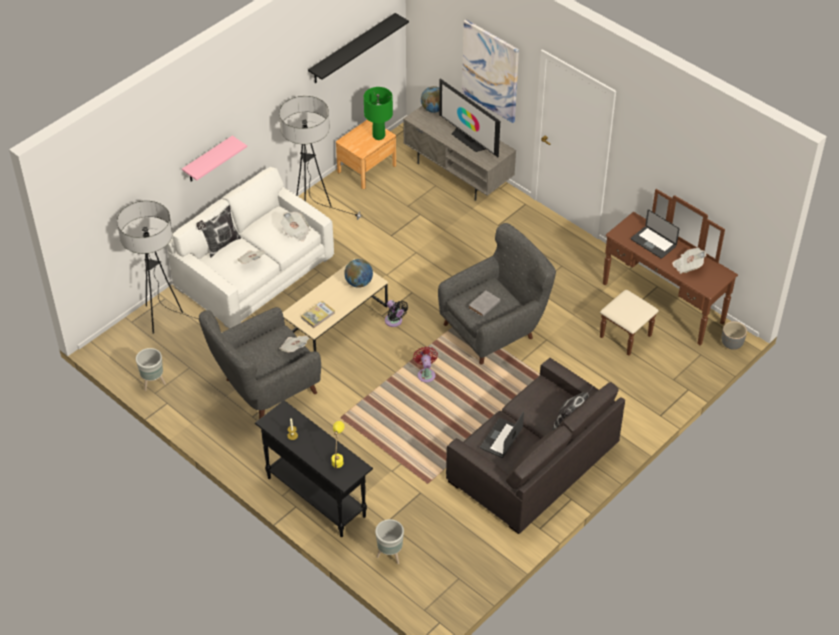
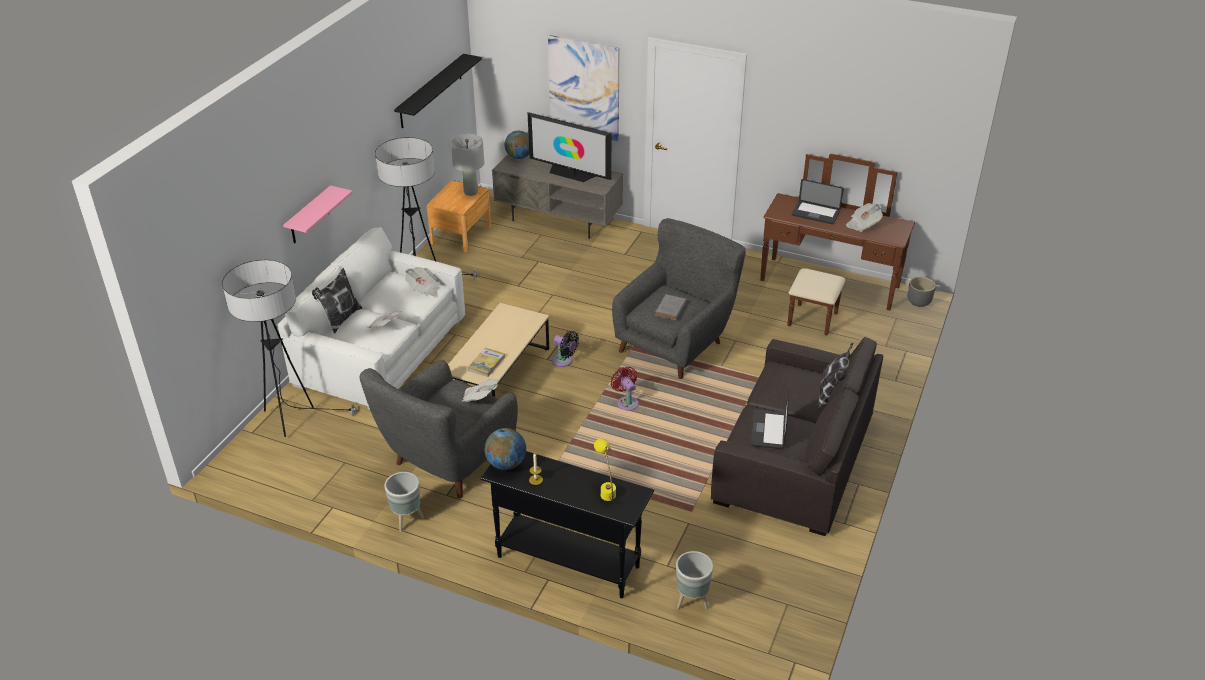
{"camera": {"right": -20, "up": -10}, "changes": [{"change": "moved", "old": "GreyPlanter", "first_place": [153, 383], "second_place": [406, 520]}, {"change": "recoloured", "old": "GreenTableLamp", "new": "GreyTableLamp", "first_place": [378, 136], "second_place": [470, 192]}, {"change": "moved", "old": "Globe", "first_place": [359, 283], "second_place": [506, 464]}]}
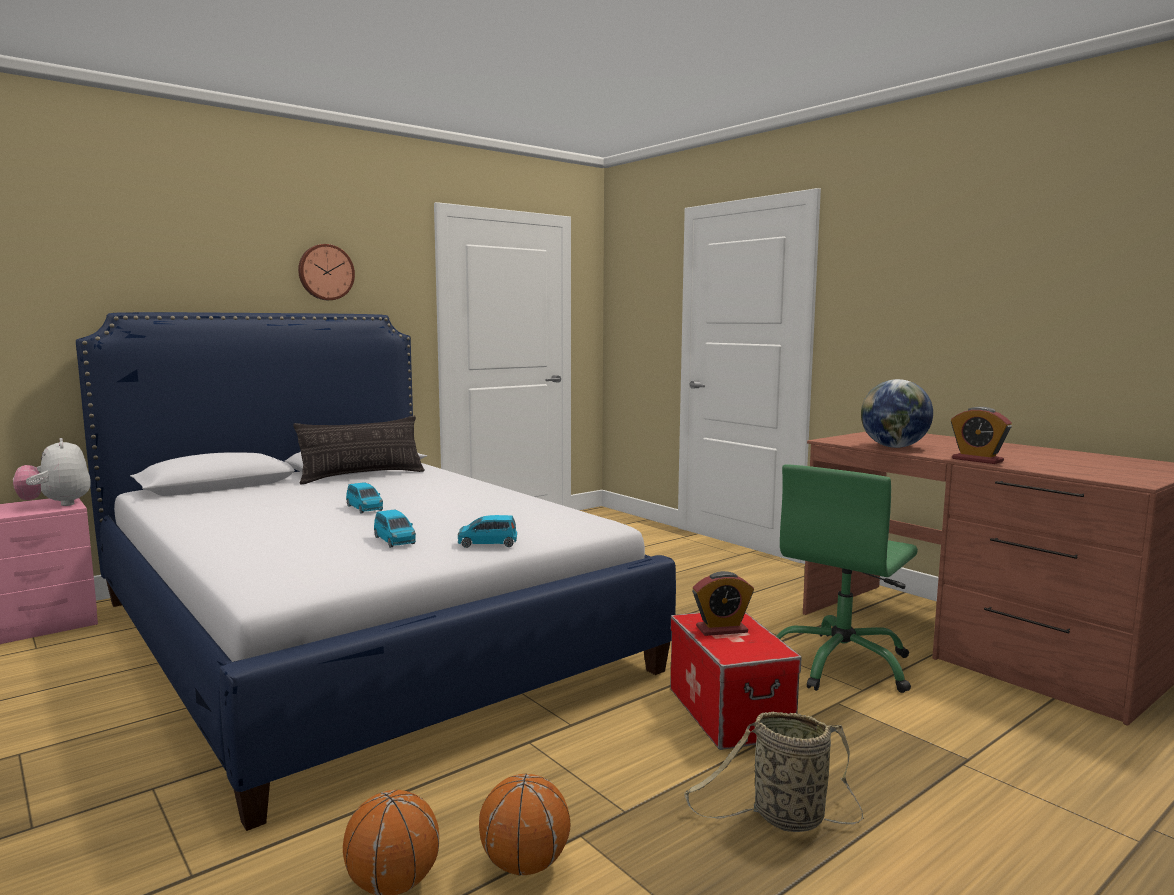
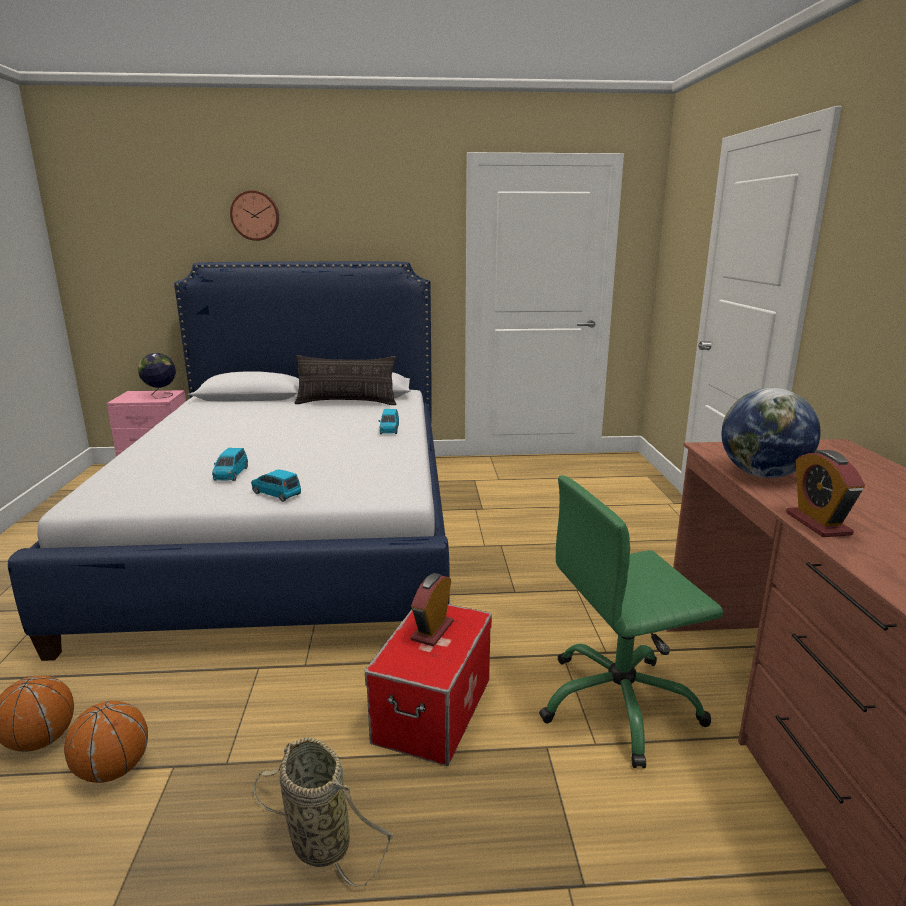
{"camera": {"right": 35, "up": 10}, "changes": [{"change": "replaced", "old": "PlushToy", "new": "Globe", "first_place": [56, 504], "second_place": [160, 396]}, {"change": "moved", "old": "WallClock", "first_place": [325, 272], "second_place": [255, 215]}, {"change": "moved", "old": "BlueToyCar", "first_place": [364, 508], "second_place": [389, 430]}, {"change": "turned", "old": "AlarmClock", "first_place": [721, 629], "second_place": [432, 631], "degrees": 90}]}
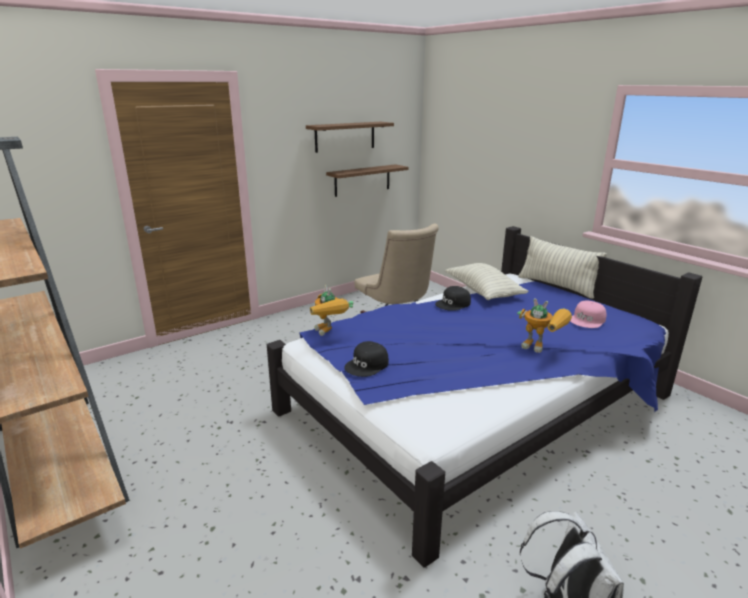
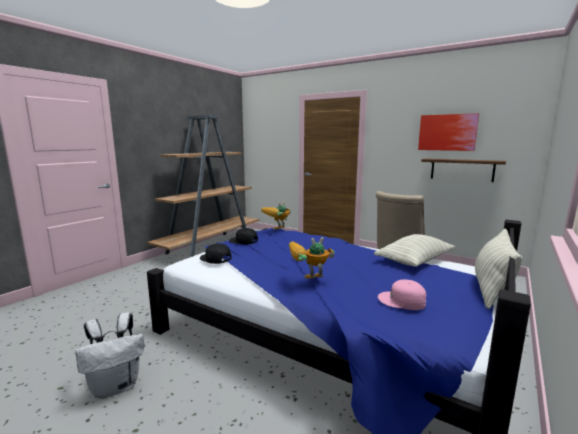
{"camera": {"right": 70, "up": -10}, "changes": [{"change": "moved", "old": "BlackCap", "first_place": [453, 304], "second_place": [215, 258]}, {"change": "turned", "old": "ToyRobot", "first_place": [542, 348], "second_place": [308, 281], "degrees": 60}, {"change": "replaced", "old": "BrownShelf", "new": "Picture", "first_place": [345, 136], "second_place": [447, 132]}]}
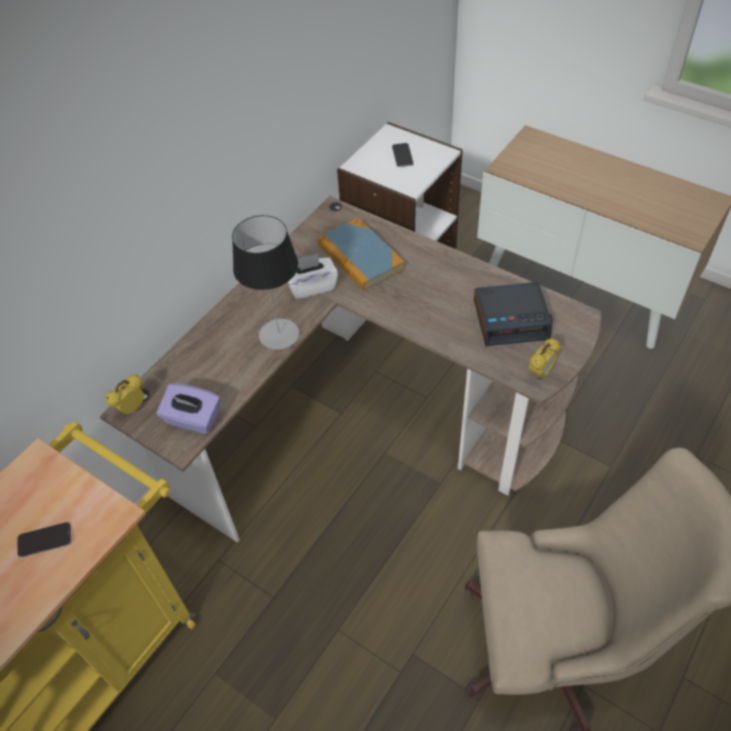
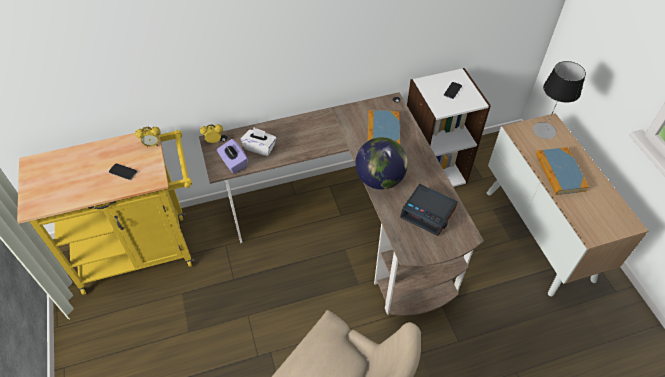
{"camera": {"right": 35, "up": 0}, "changes": [{"change": "moved", "old": "AlarmClock", "first_place": [540, 372], "second_place": [152, 145]}, {"change": "moved", "old": "WhiteTissueBox", "first_place": [312, 286], "second_place": [260, 148]}, {"change": "added", "new": "Globe", "second_place": [379, 179]}, {"change": "moved", "old": "TableLamp", "first_place": [279, 334], "second_place": [544, 130]}, {"change": "added", "new": "Book", "second_place": [560, 172]}]}
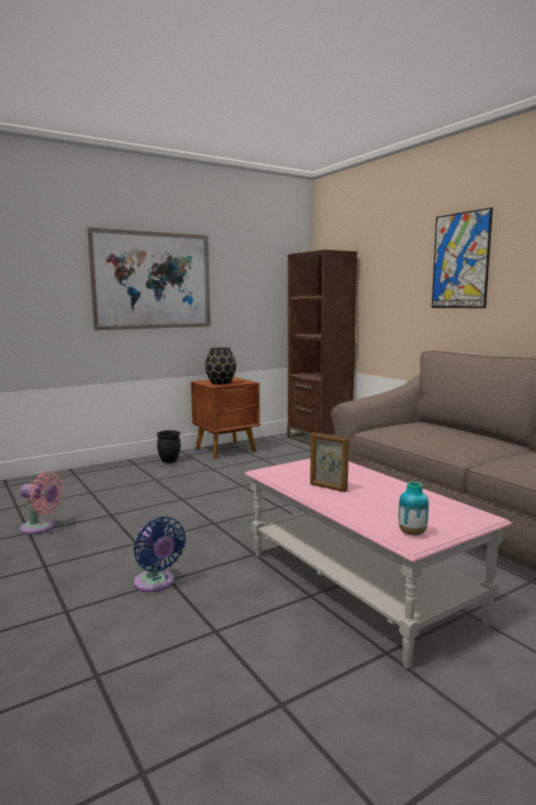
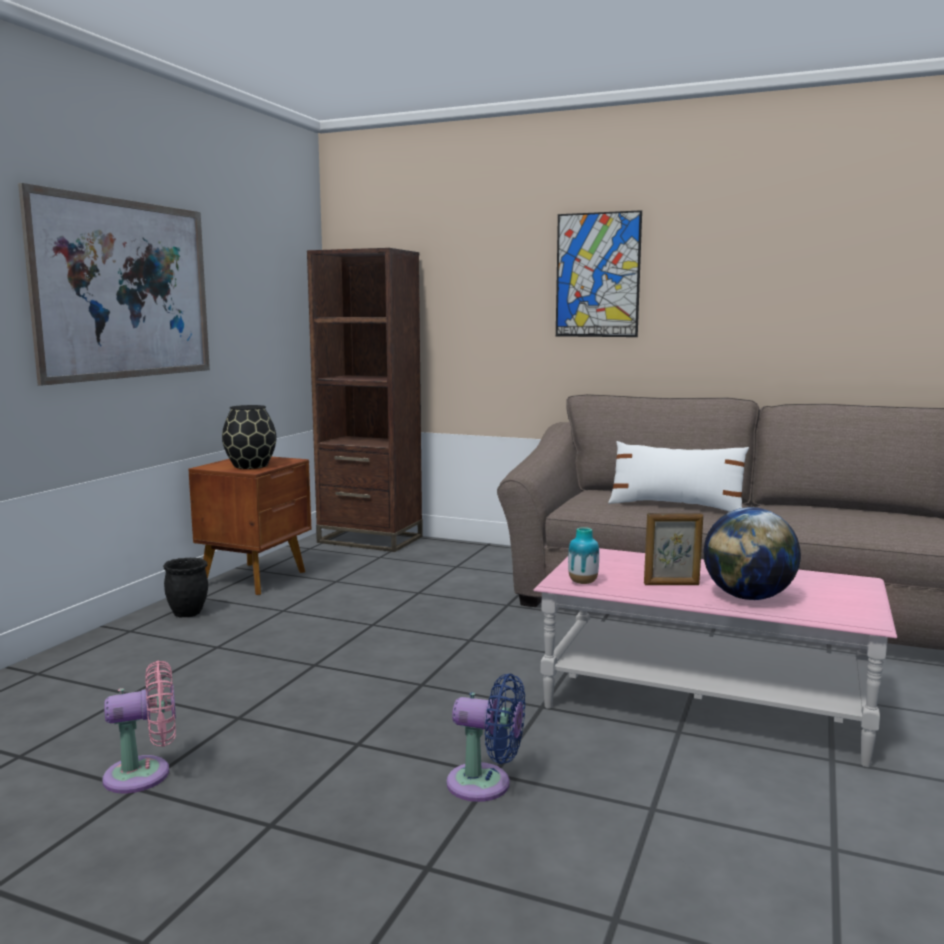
{"camera": {"right": -35, "up": 0}, "changes": [{"change": "moved", "old": "Vase", "first_place": [412, 533], "second_place": [583, 582]}, {"change": "added", "new": "WhitePillow", "second_place": [676, 506]}, {"change": "added", "new": "Globe", "second_place": [748, 597]}]}
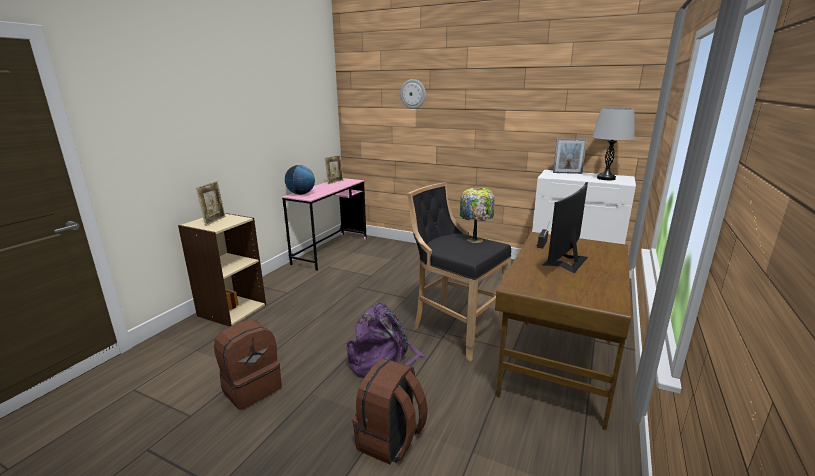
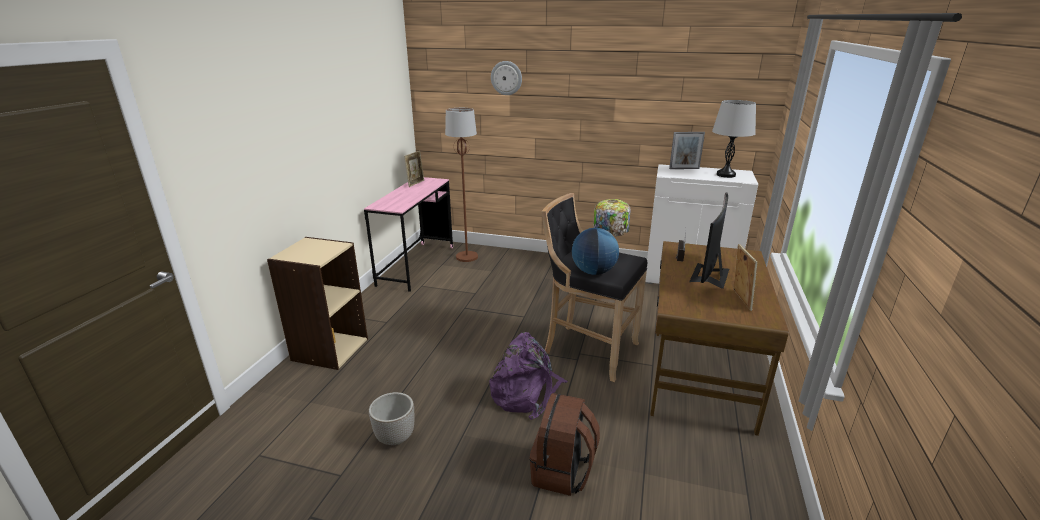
{"camera": {"right": -10, "up": 5}, "changes": [{"change": "replaced", "old": "BrownBackpack", "new": "Planter", "first_place": [251, 388], "second_place": [395, 437]}, {"change": "added", "new": "BrownFloorLamp", "second_place": [467, 257]}, {"change": "moved", "old": "Globe", "first_place": [301, 194], "second_place": [593, 272]}, {"change": "moved", "old": "PictureFrame", "first_place": [214, 221], "second_place": [740, 299]}]}
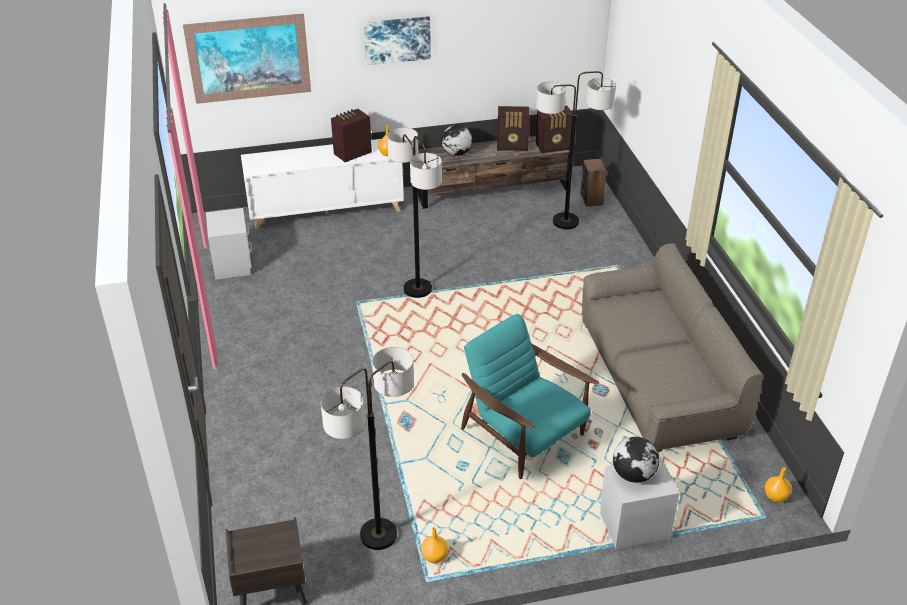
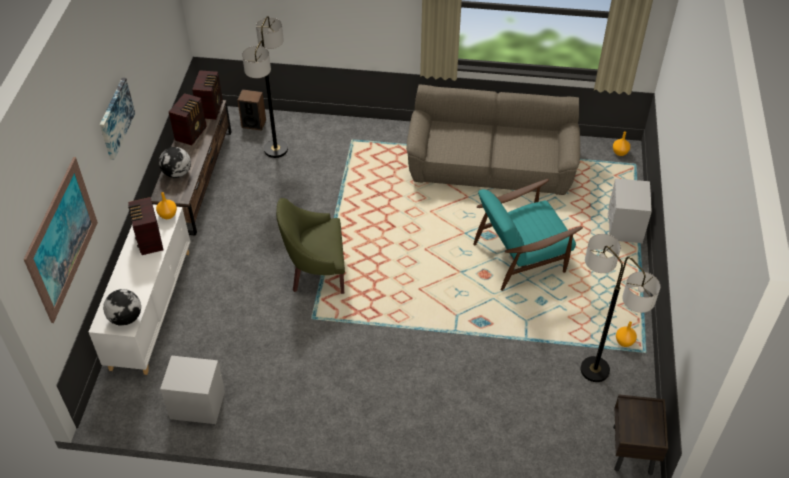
{"camera": {"right": -70, "up": 10}, "changes": [{"change": "moved", "old": "Globe", "first_place": [633, 474], "second_place": [126, 317]}, {"change": "replaced", "old": "FloorLamp", "new": "GreenArmchair", "first_place": [417, 289], "second_place": [316, 271]}]}
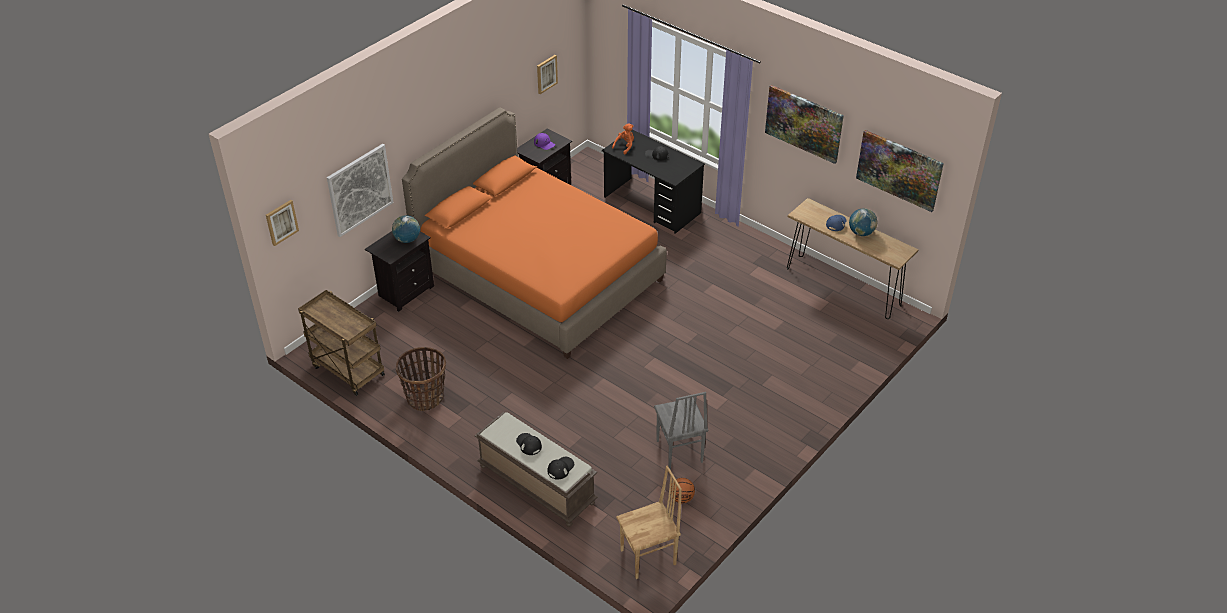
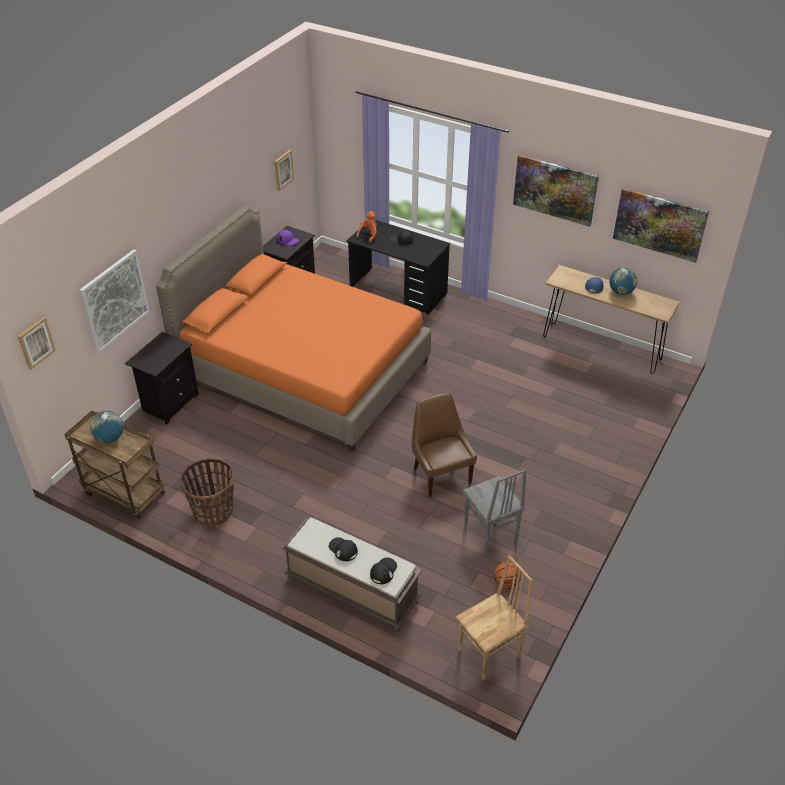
{"camera": {"right": -10, "up": 0}, "changes": [{"change": "moved", "old": "Globe", "first_place": [407, 240], "second_place": [110, 438]}, {"change": "added", "new": "BrownChair", "second_place": [441, 475]}]}
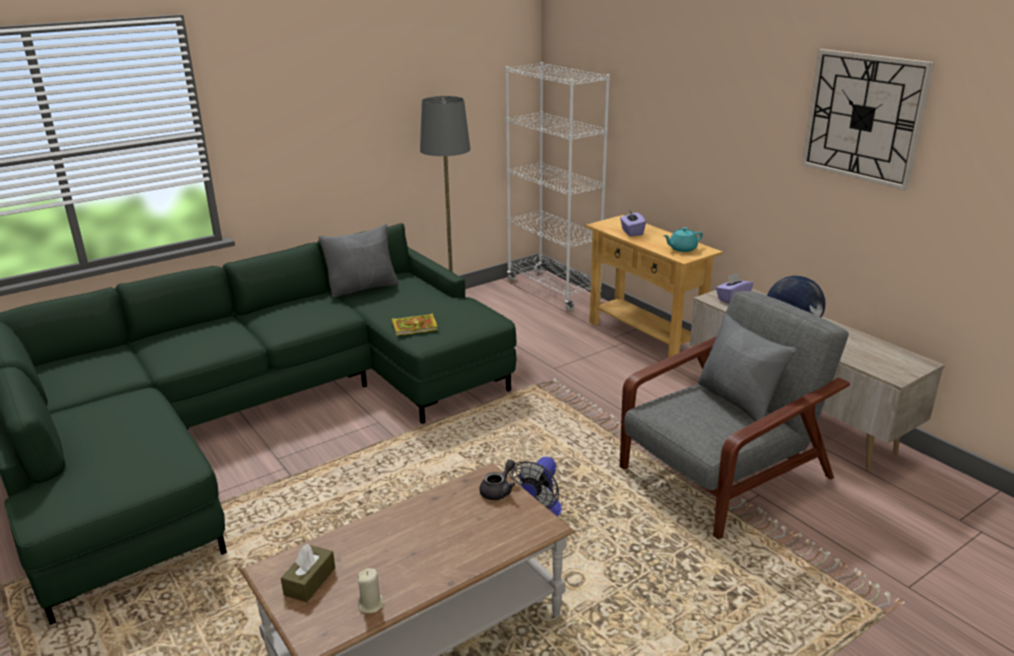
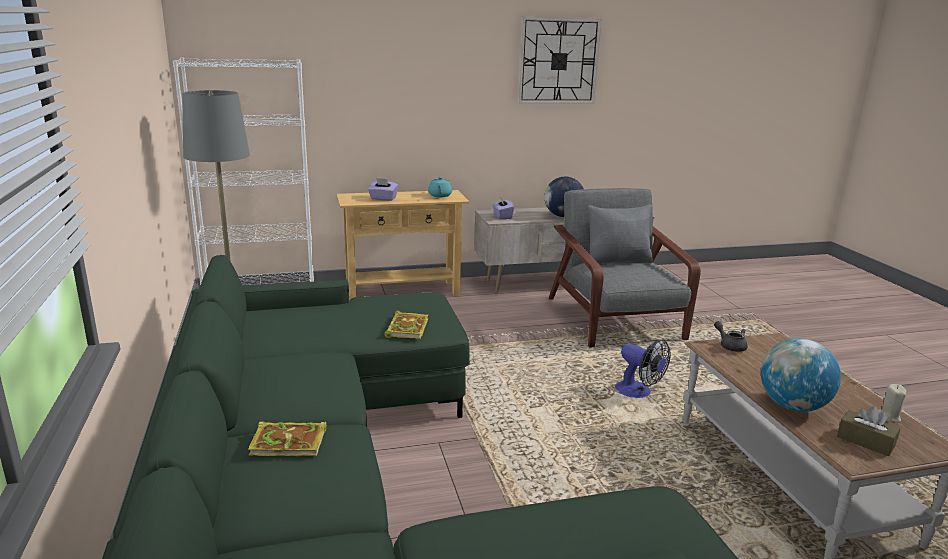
{"camera": {"right": -70, "up": -5}, "changes": [{"change": "added", "new": "Book", "second_place": [290, 442]}, {"change": "added", "new": "Globe", "second_place": [792, 406]}, {"change": "removed", "old": "GreyPillow", "first_place": [363, 288]}]}
